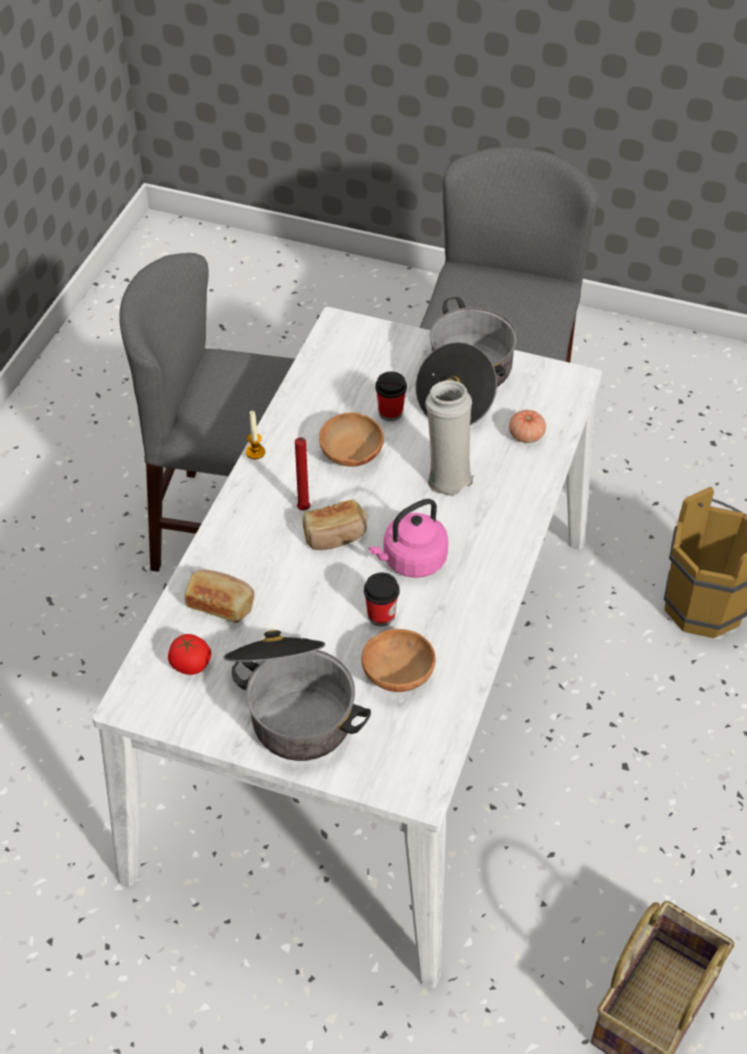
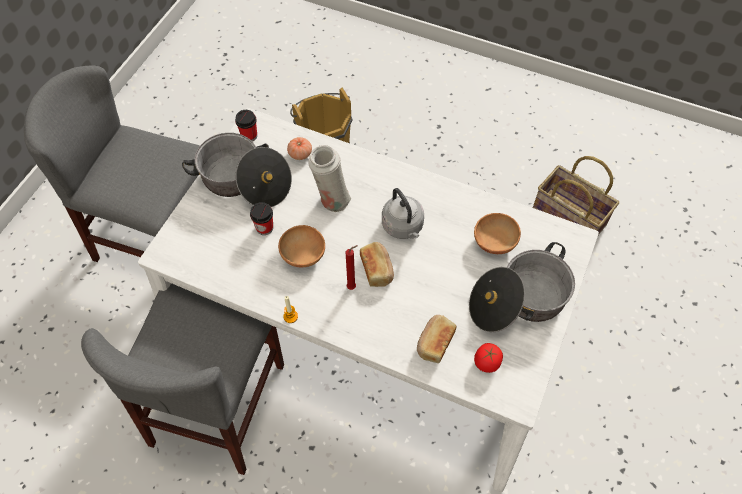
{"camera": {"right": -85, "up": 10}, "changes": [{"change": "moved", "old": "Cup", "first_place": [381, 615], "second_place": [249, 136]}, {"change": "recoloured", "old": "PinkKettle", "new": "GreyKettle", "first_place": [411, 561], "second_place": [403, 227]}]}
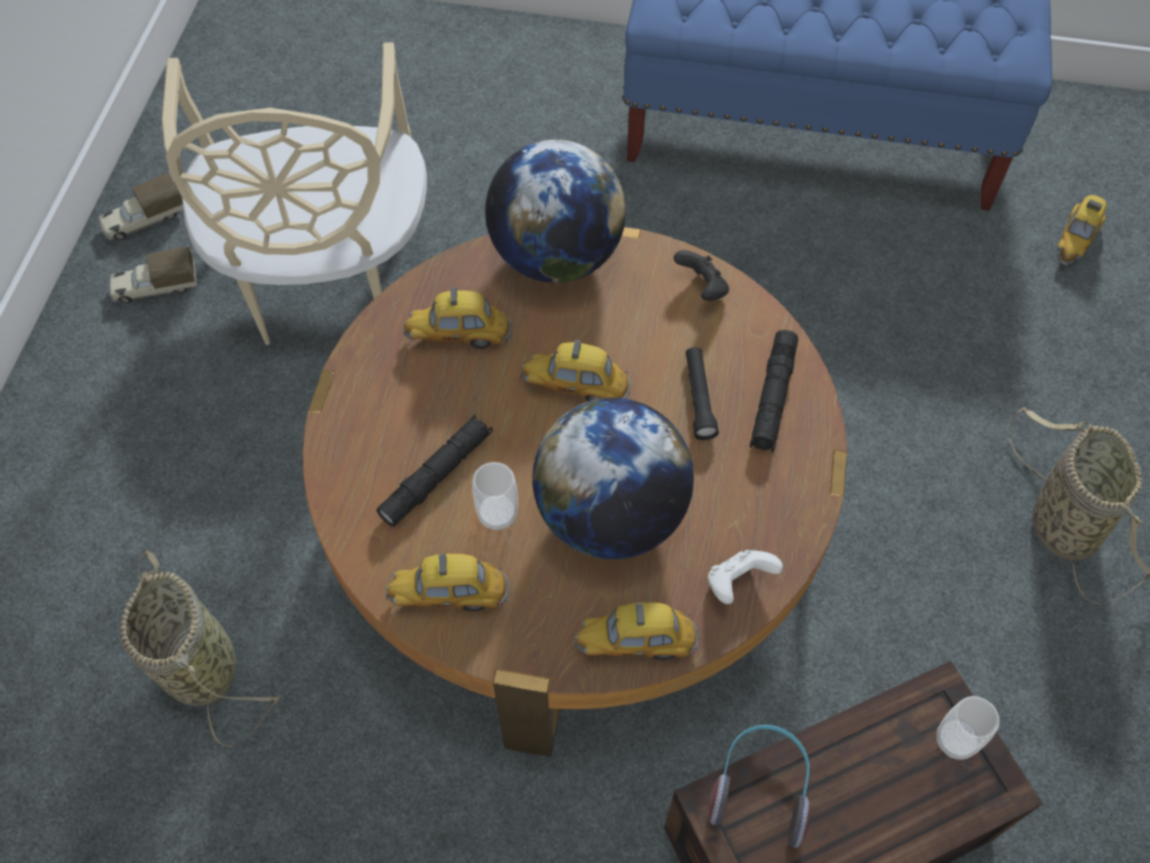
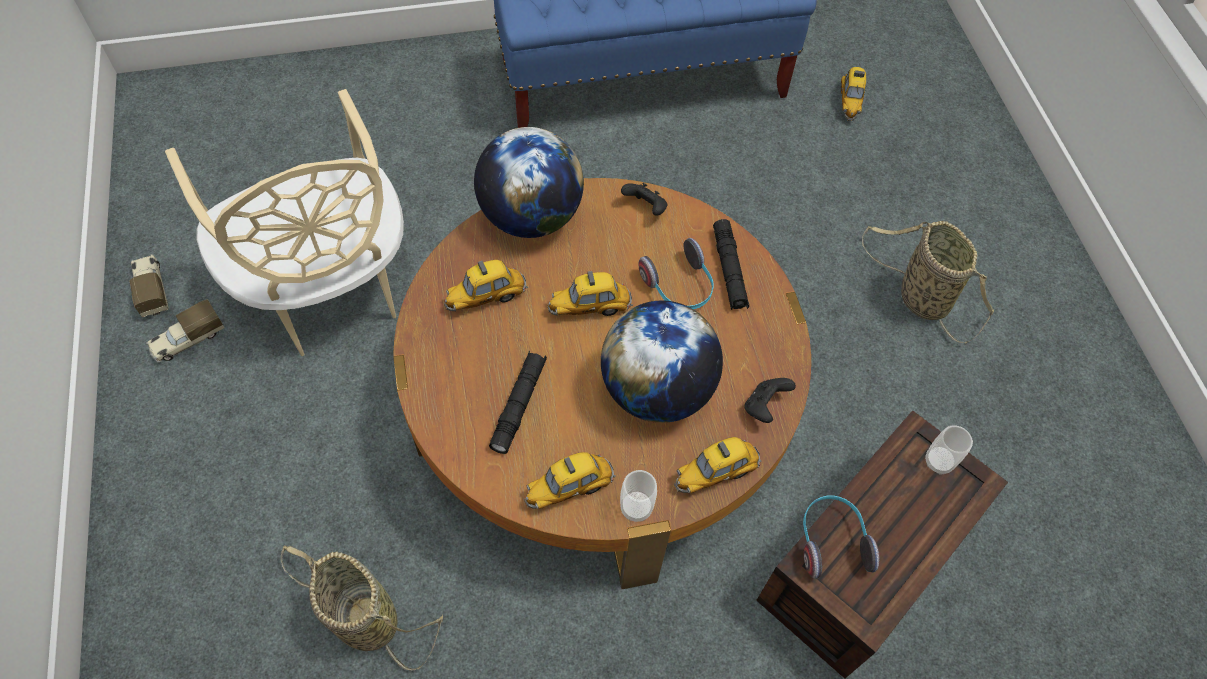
{"camera": {"right": -25, "up": 0}, "changes": [{"change": "turned", "old": "ToyTruck", "first_place": [144, 220], "second_place": [152, 290], "degrees": 120}, {"change": "moved", "old": "Cup", "first_place": [497, 514], "second_place": [636, 507]}, {"change": "replaced", "old": "BlackFlashlight", "new": "Headphones", "first_place": [699, 398], "second_place": [679, 287]}, {"change": "recoloured", "old": "WhiteGameController", "new": "BlackGameController", "first_place": [738, 583], "second_place": [764, 406]}]}
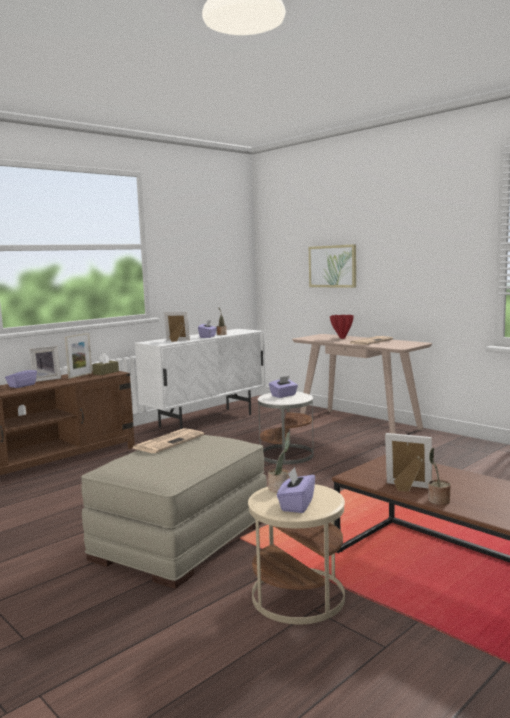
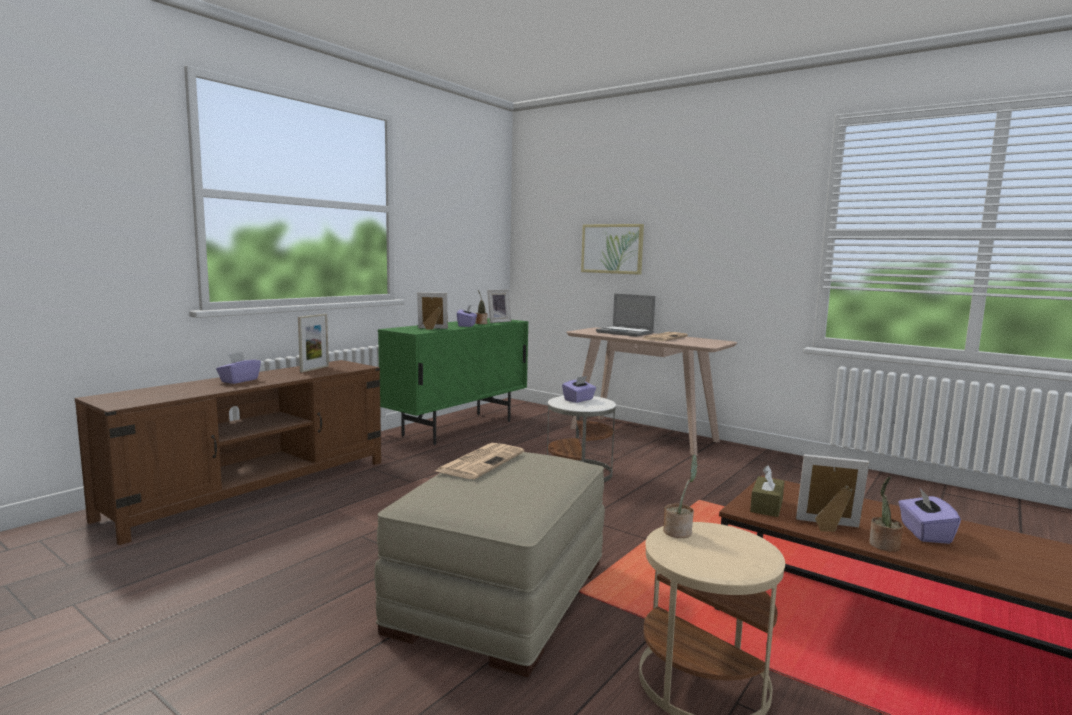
{"camera": {"right": -10, "up": 0}, "changes": [{"change": "recoloured", "old": "WhiteCabinet", "new": "GreenCabinet", "first_place": [206, 421], "second_place": [458, 428]}, {"change": "moved", "old": "PictureFrame", "first_place": [46, 379], "second_place": [497, 321]}, {"change": "replaced", "old": "RedVase", "new": "Laptop", "first_place": [342, 338], "second_place": [625, 333]}, {"change": "moved", "old": "BrownTissueBox", "first_place": [106, 372], "second_place": [766, 506]}, {"change": "moved", "old": "PurpleTissueBox", "first_place": [296, 505], "second_place": [924, 533]}]}
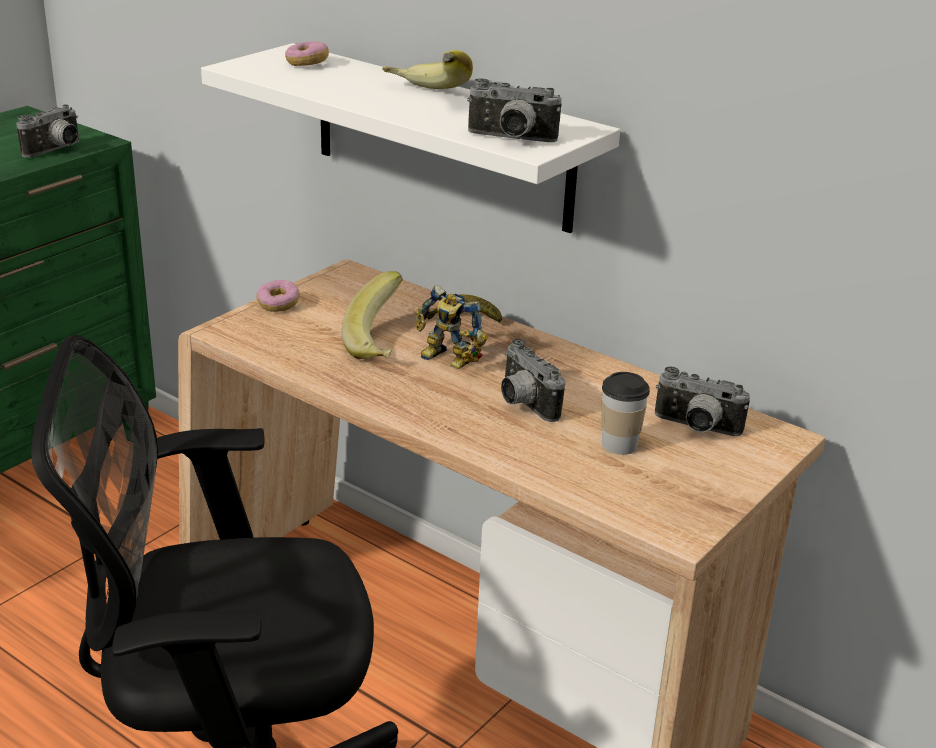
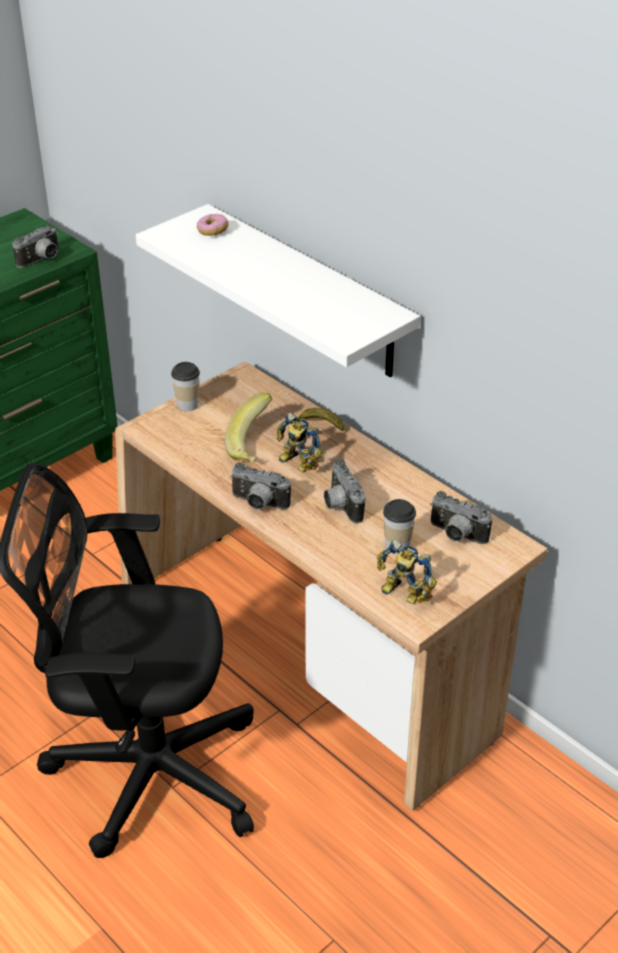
{"camera": {"right": 10, "up": 10}, "changes": [{"change": "replaced", "old": "Donut", "new": "Cup", "first_place": [278, 304], "second_place": [187, 405]}, {"change": "moved", "old": "PhotoCamera", "first_place": [510, 139], "second_place": [258, 504]}, {"change": "added", "new": "ToyRobot", "second_place": [402, 594]}, {"change": "removed", "old": "Banana", "first_place": [424, 97]}]}
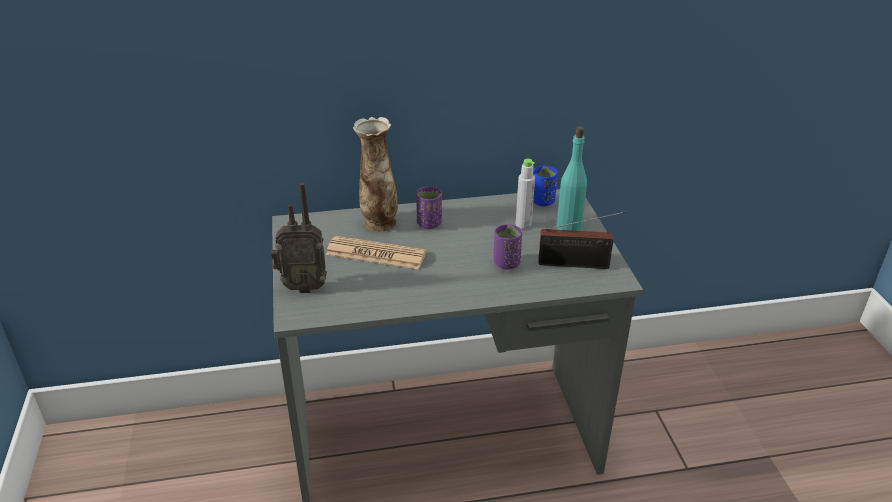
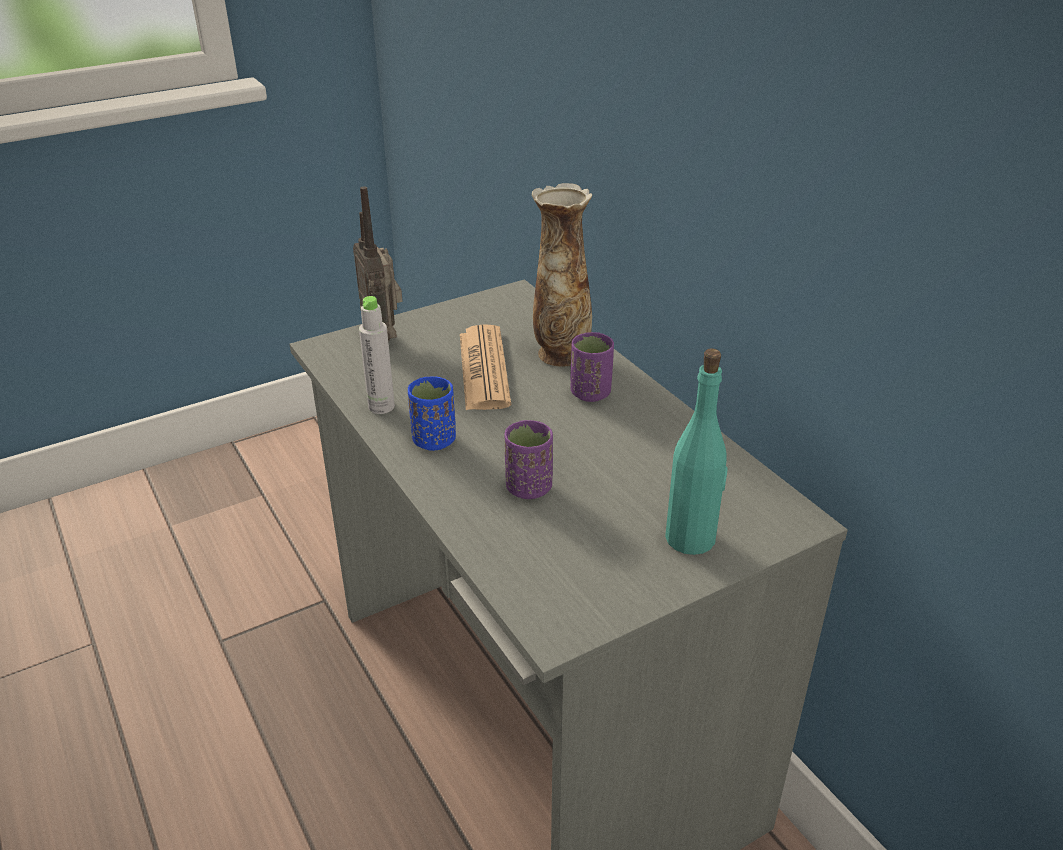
{"camera": {"right": 70, "up": 0}, "changes": [{"change": "moved", "old": "GreyBottle", "first_place": [523, 224], "second_place": [381, 406]}, {"change": "moved", "old": "BlueCup", "first_place": [542, 201], "second_place": [434, 441]}, {"change": "removed", "old": "Radio", "first_place": [577, 264]}]}
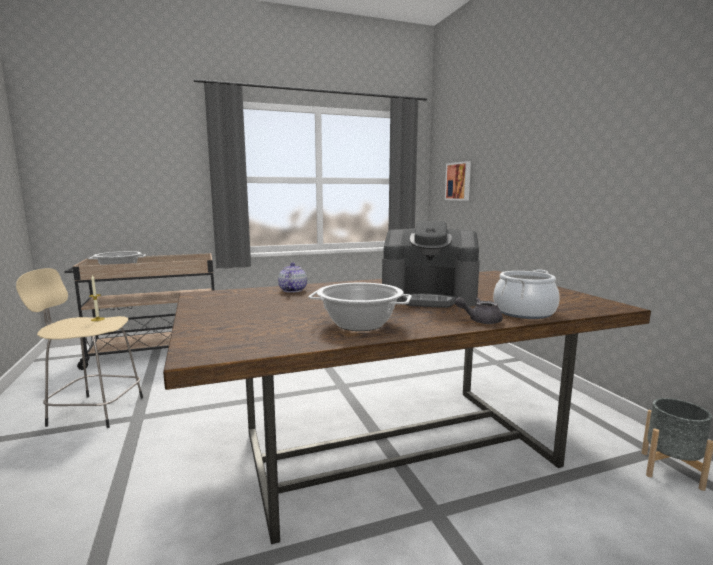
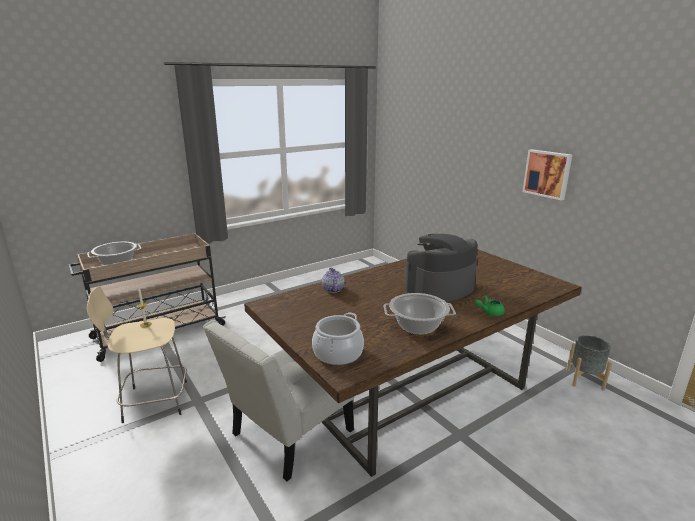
{"camera": {"right": -15, "up": 10}, "changes": [{"change": "added", "new": "WhiteChair", "second_place": [287, 436]}, {"change": "moved", "old": "CookingPot", "first_place": [523, 312], "second_place": [337, 353]}, {"change": "turned", "old": "CoffeeMachine", "first_place": [429, 297], "second_place": [439, 288], "degrees": 150}, {"change": "recoloured", "old": "GreyTeapot", "new": "GreenTeapot", "first_place": [480, 321], "second_place": [489, 312]}, {"change": "moved", "old": "Picture", "first_place": [459, 181], "second_place": [547, 174]}]}
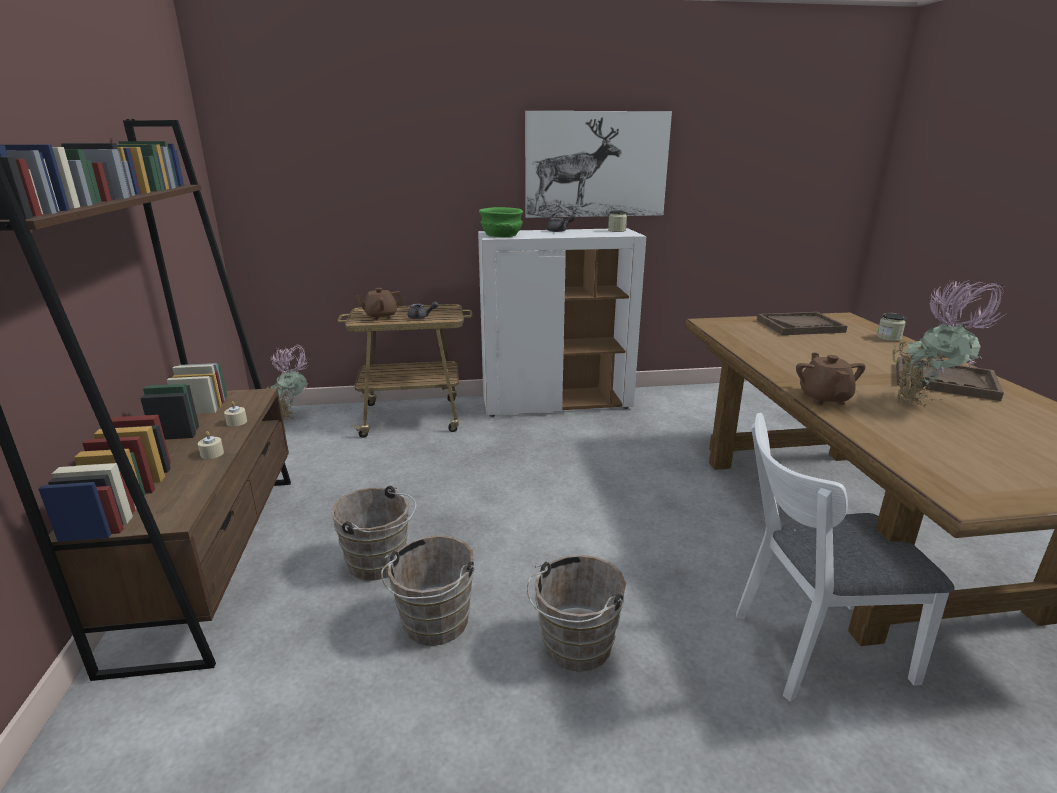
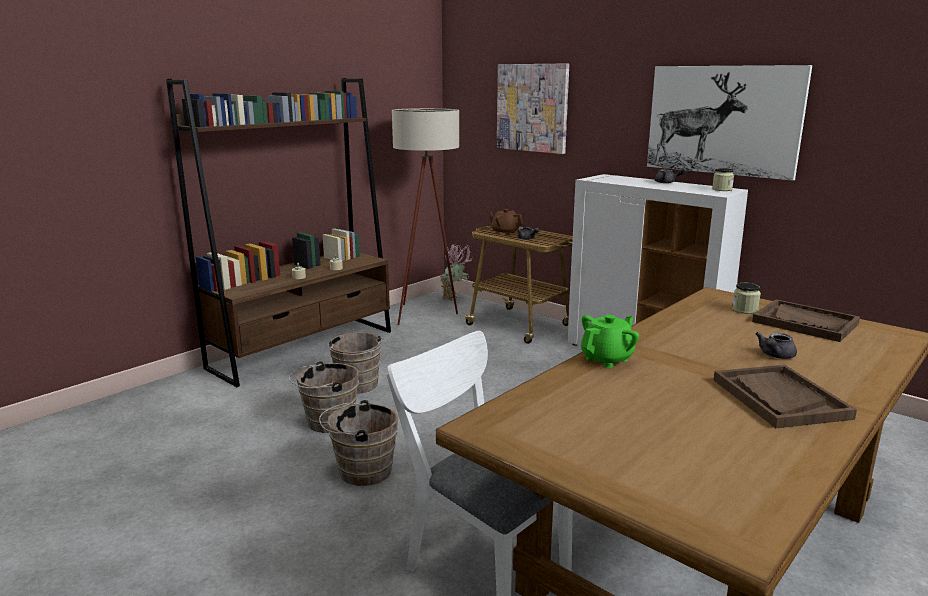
{"camera": {"right": 50, "up": -5}, "changes": [{"change": "added", "new": "BeigeFloorLamp", "second_place": [427, 314]}, {"change": "added", "new": "Picture", "second_place": [532, 108]}, {"change": "recoloured", "old": "BrownTeapot", "new": "GreenTeapot", "first_place": [824, 398], "second_place": [607, 359]}, {"change": "moved", "old": "Jar", "first_place": [888, 338], "second_place": [744, 310]}, {"change": "added", "new": "GreyTeapot", "second_place": [775, 356]}, {"change": "removed", "old": "GreenBowl", "first_place": [501, 235]}, {"change": "removed", "old": "PottedPlant", "first_place": [926, 403]}]}
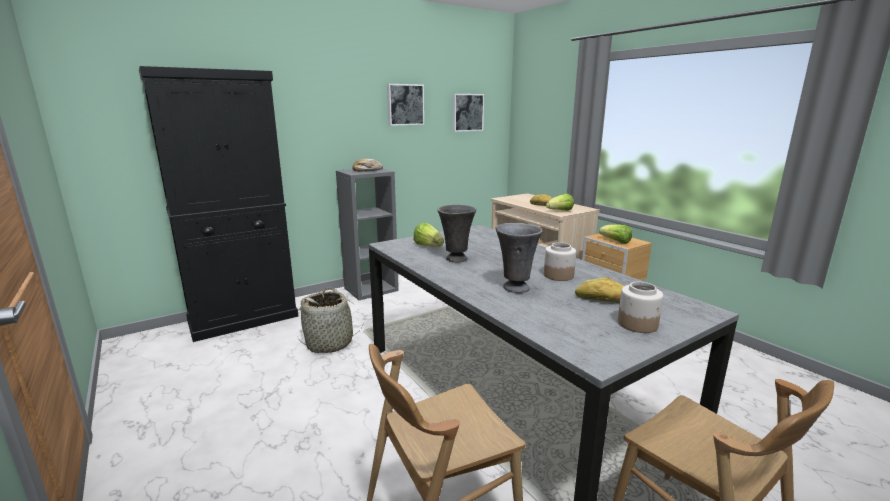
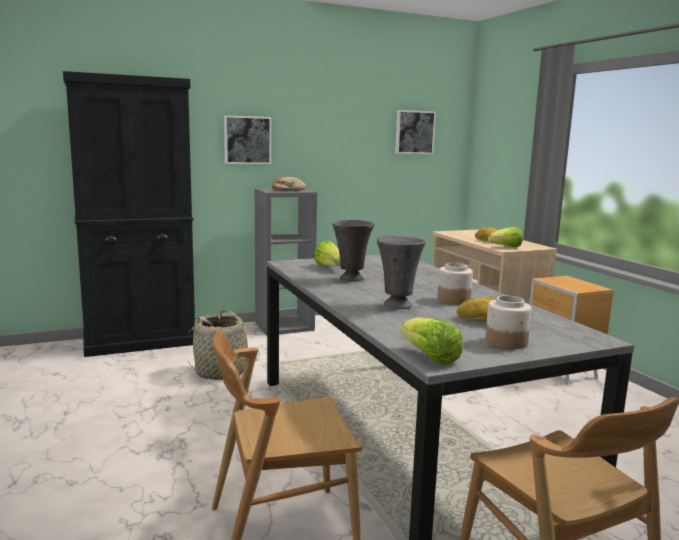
{"camera": {"right": 10, "up": -5}, "changes": [{"change": "moved", "old": "Picture", "first_place": [405, 104], "second_place": [247, 140]}, {"change": "moved", "old": "Lettuce", "first_place": [615, 241], "second_place": [430, 357]}]}
